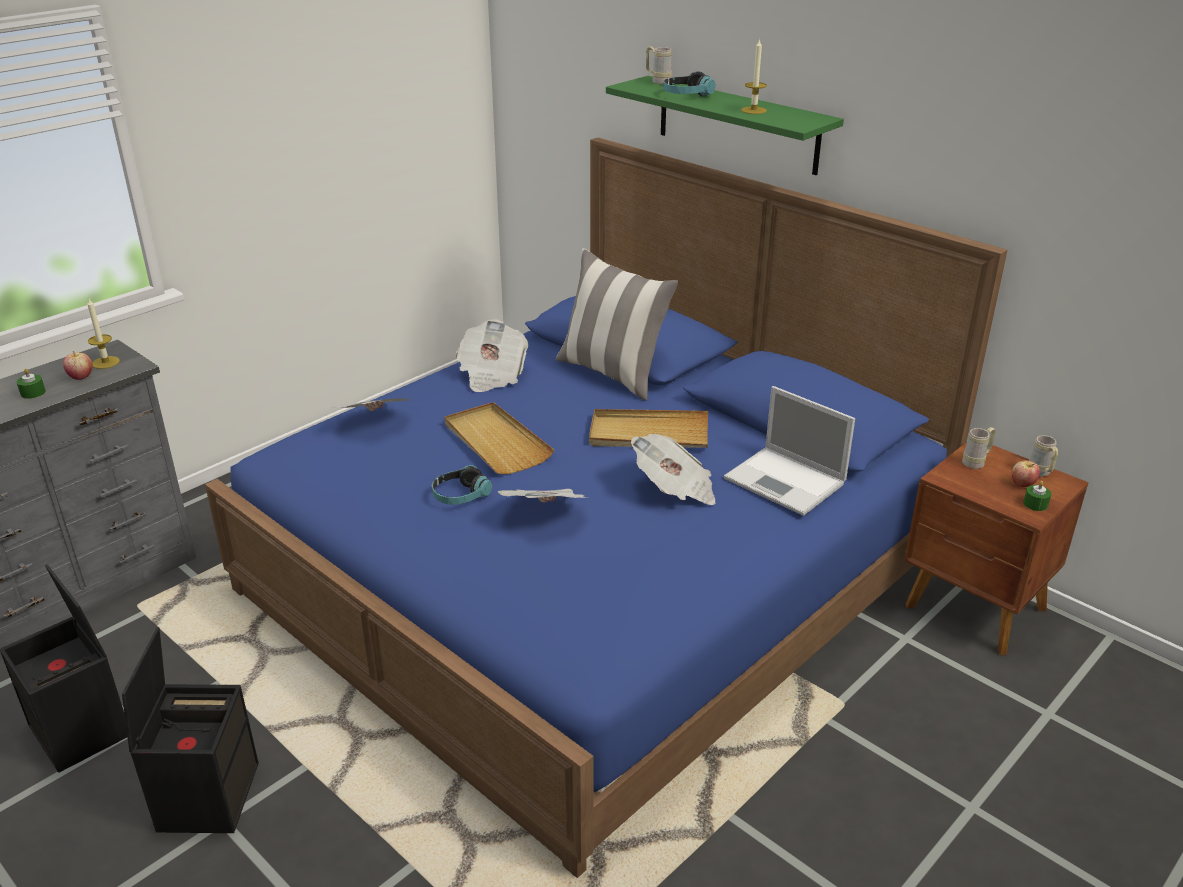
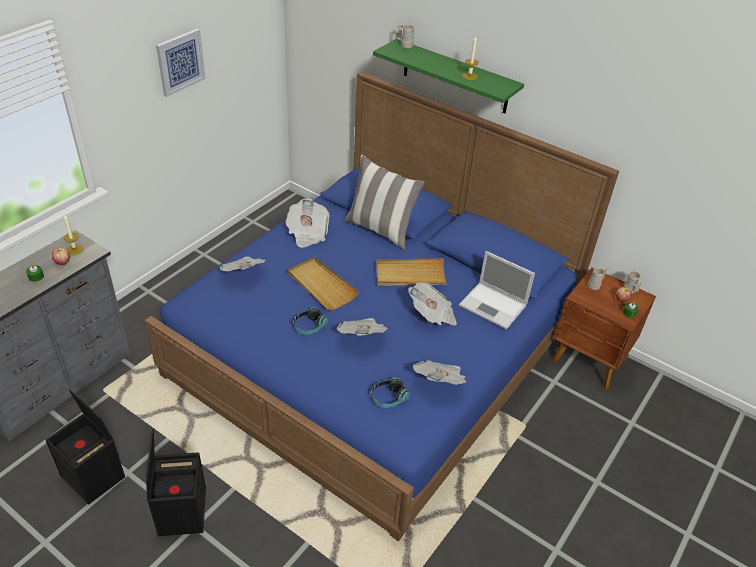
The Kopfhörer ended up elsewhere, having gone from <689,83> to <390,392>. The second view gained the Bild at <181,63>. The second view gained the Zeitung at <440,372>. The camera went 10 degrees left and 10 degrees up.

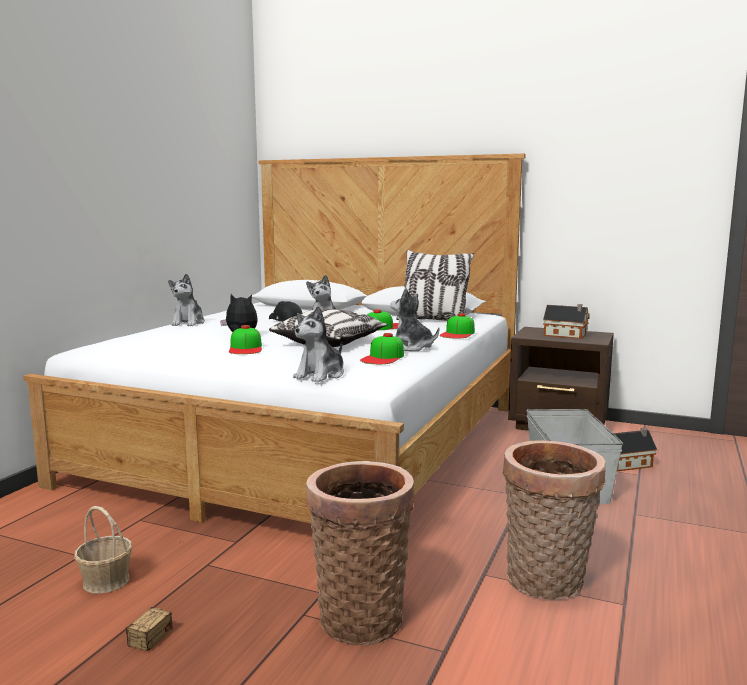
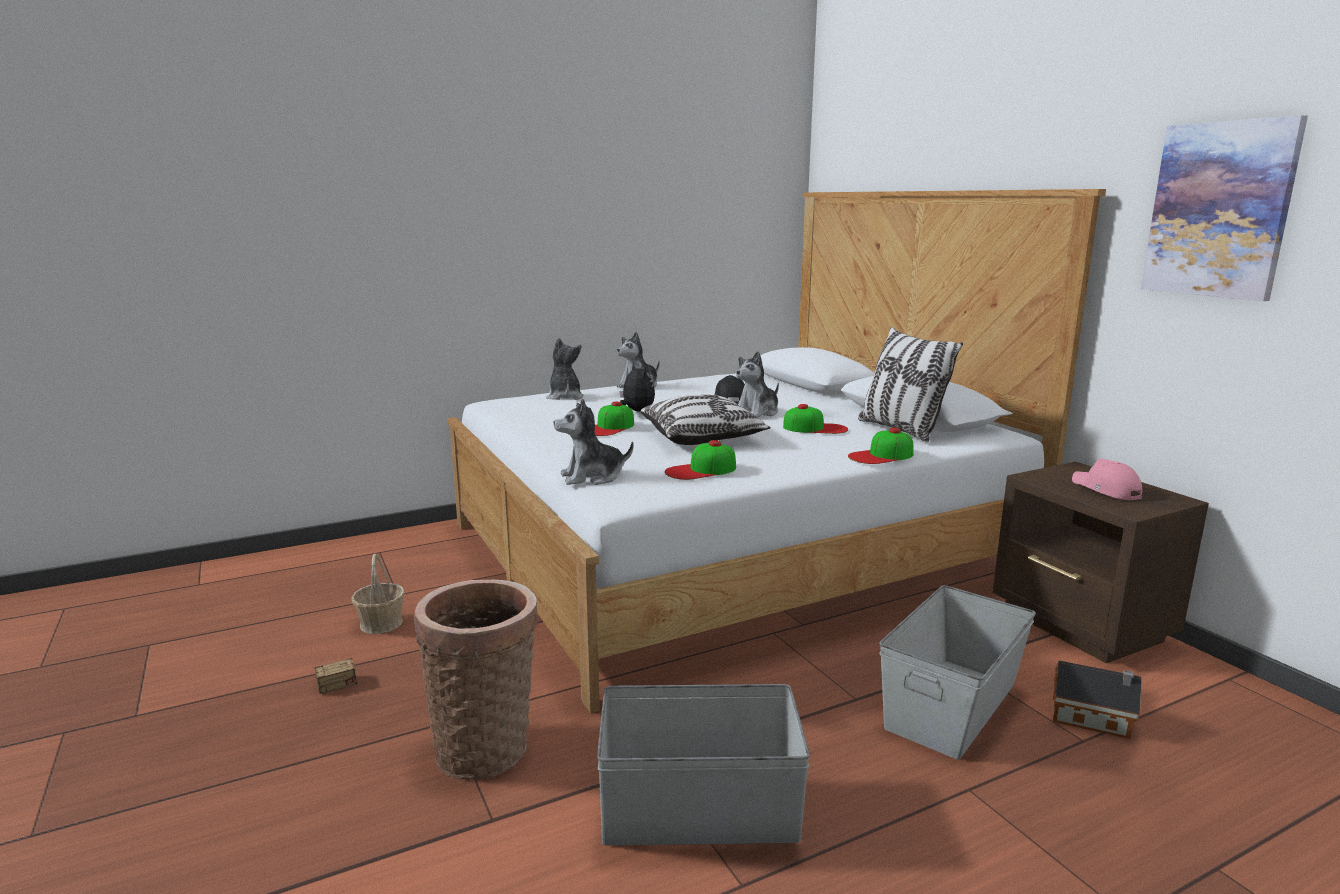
The Plüschtier ended up elsewhere, having gone from <414,319> to <565,369>. Where the Korb stood at <554,520>, the Aufbewahrungsbox (grau) came to stand at <703,765>. Where the Spielzeughaus stood at <566,321>, the Kappe (rosa) came to stand at <1107,479>. The second view gained the Bild at <1224,208>. The camera went 40 degrees right and 5 degrees up.

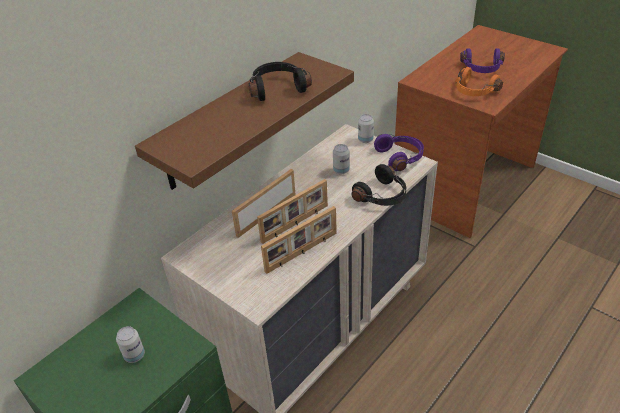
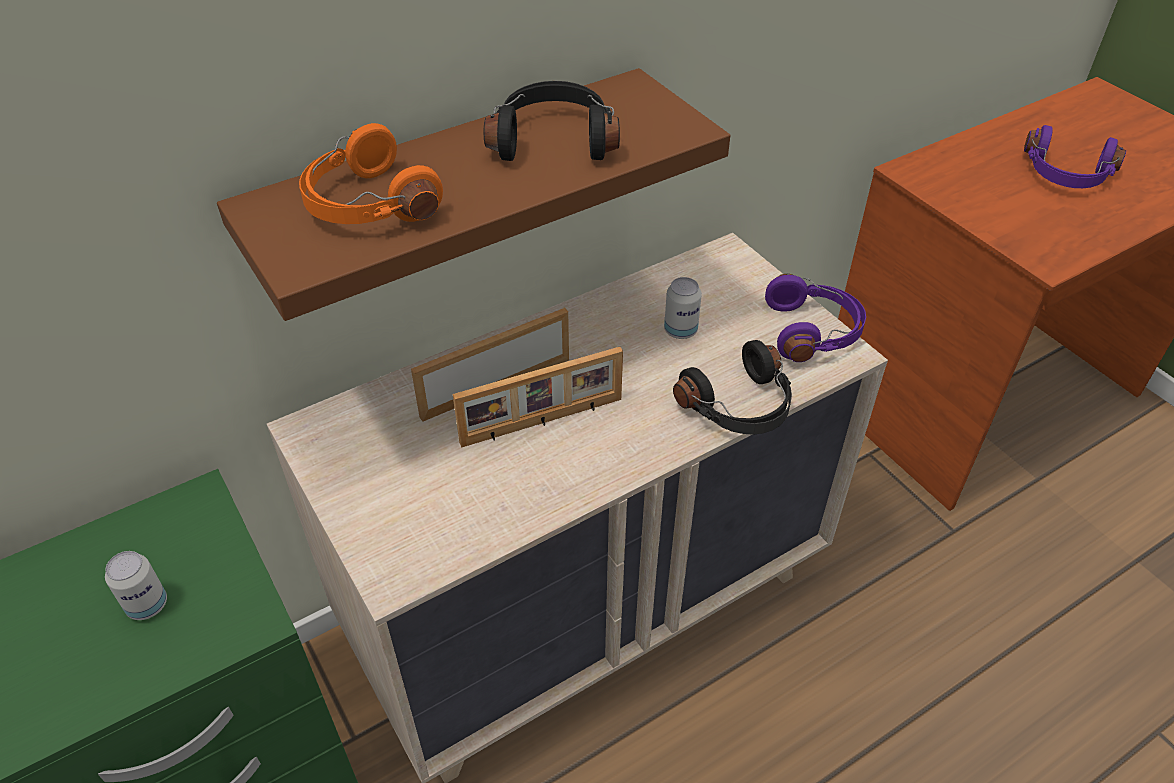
The second view lost the Bilderrahmen at <299,240>. The second view lost the Dose at <366,128>. The Kopfhörer (orange) ended up elsewhere, having gone from <479,81> to <371,173>. The camera went 15 degrees right and 5 degrees up.

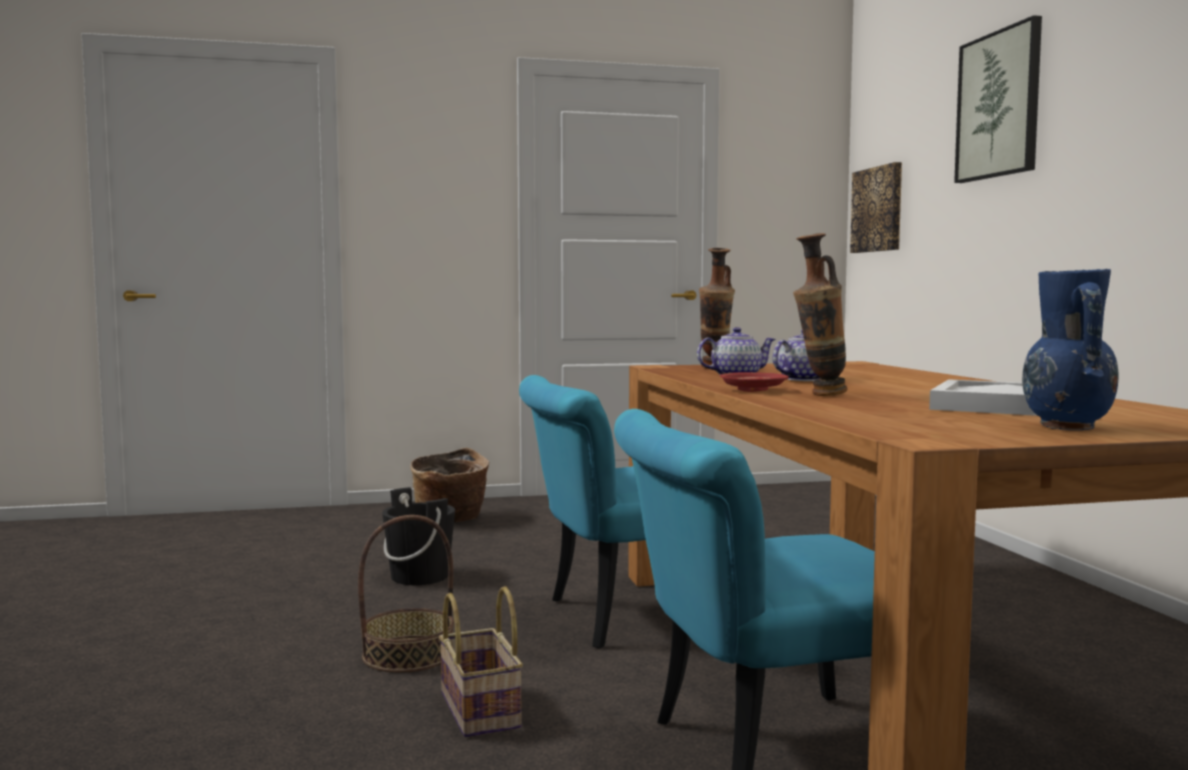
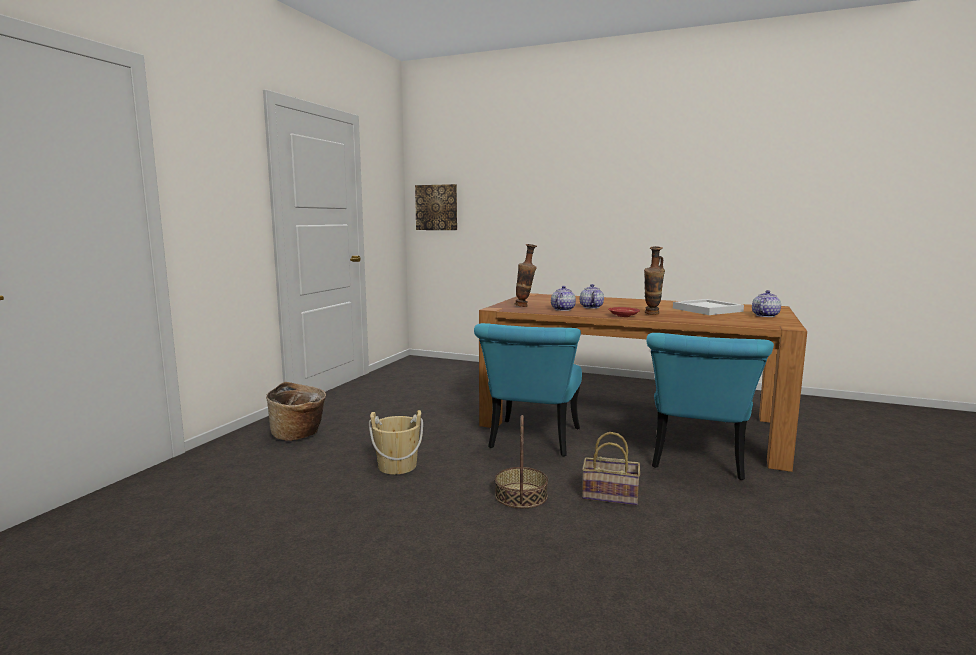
What was the Eimer (schwarz) at <418,536> turned into the Eimer (beige) at <396,442>. The second view lost the Bild at <998,99>. Where the Vase (blau) stood at <1070,349>, the Teekanne came to stand at <766,303>. The camera went 55 degrees left and 5 degrees up.

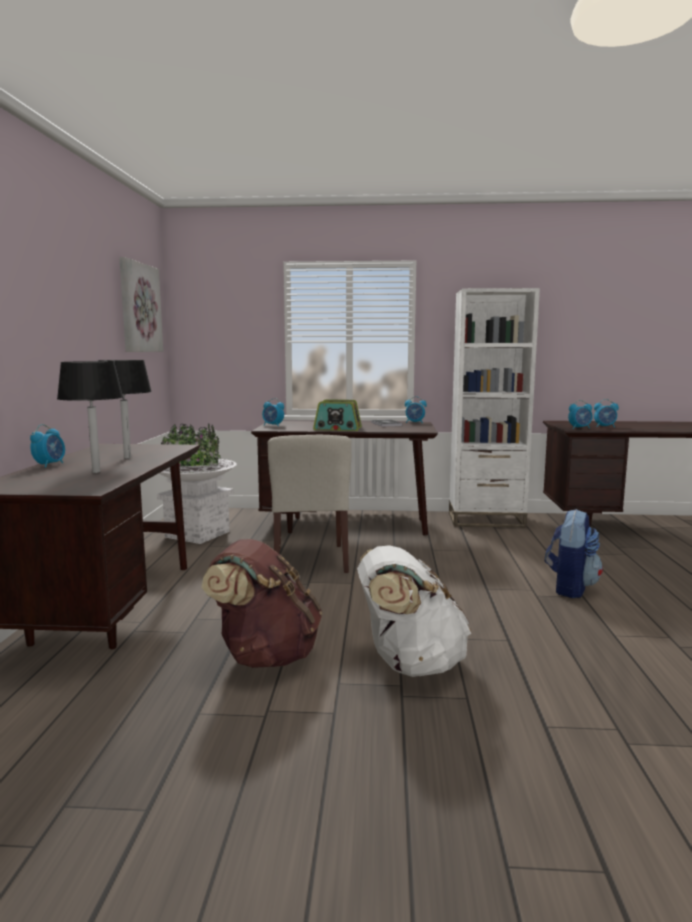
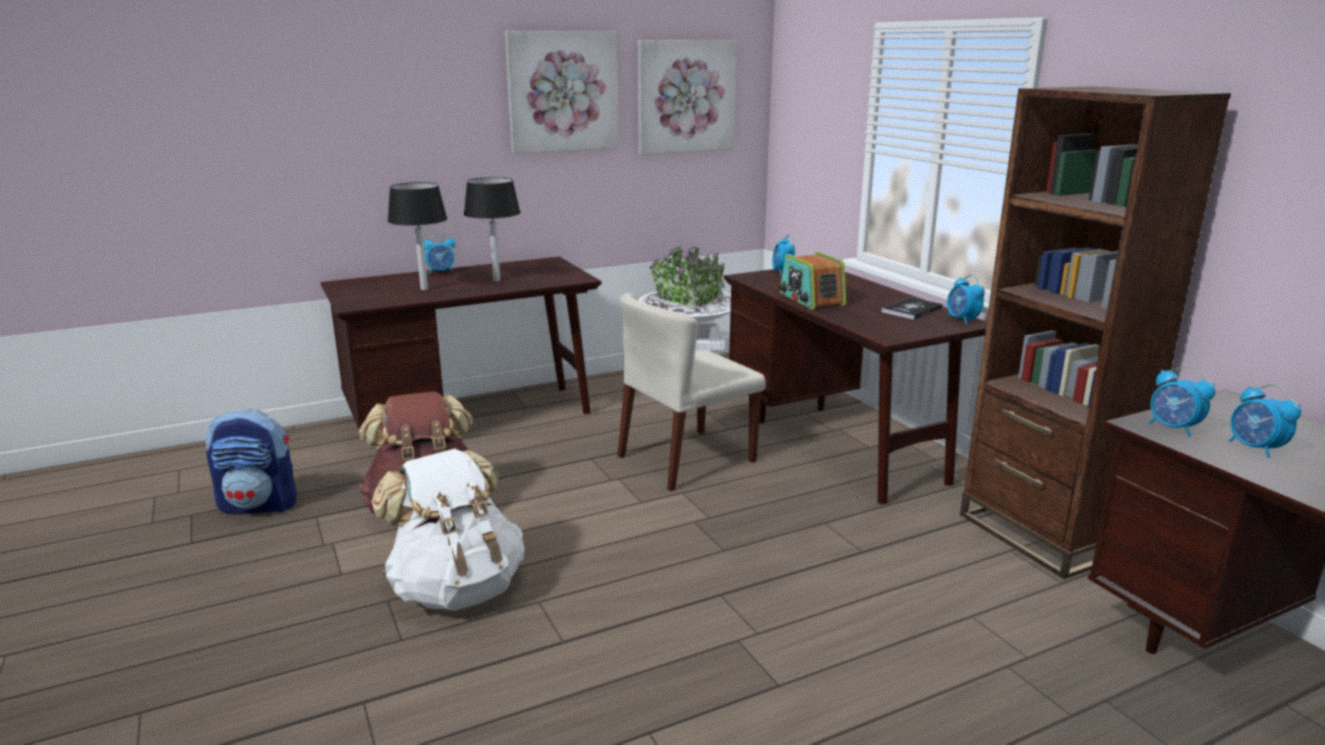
What was the Bücherregal (weiß) at <494,408> turned into the Bücherregal (braun) at <1095,332>. The Rucksack ended up elsewhere, having gone from <574,553> to <251,461>. The second view gained the Bild at <562,92>. The camera went 60 degrees right and 10 degrees up.

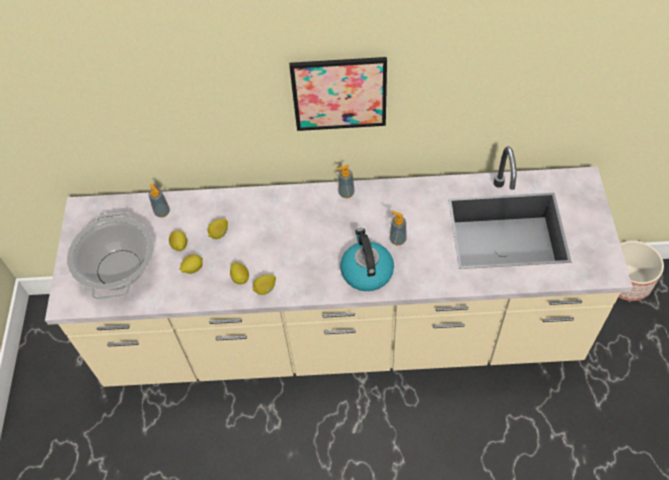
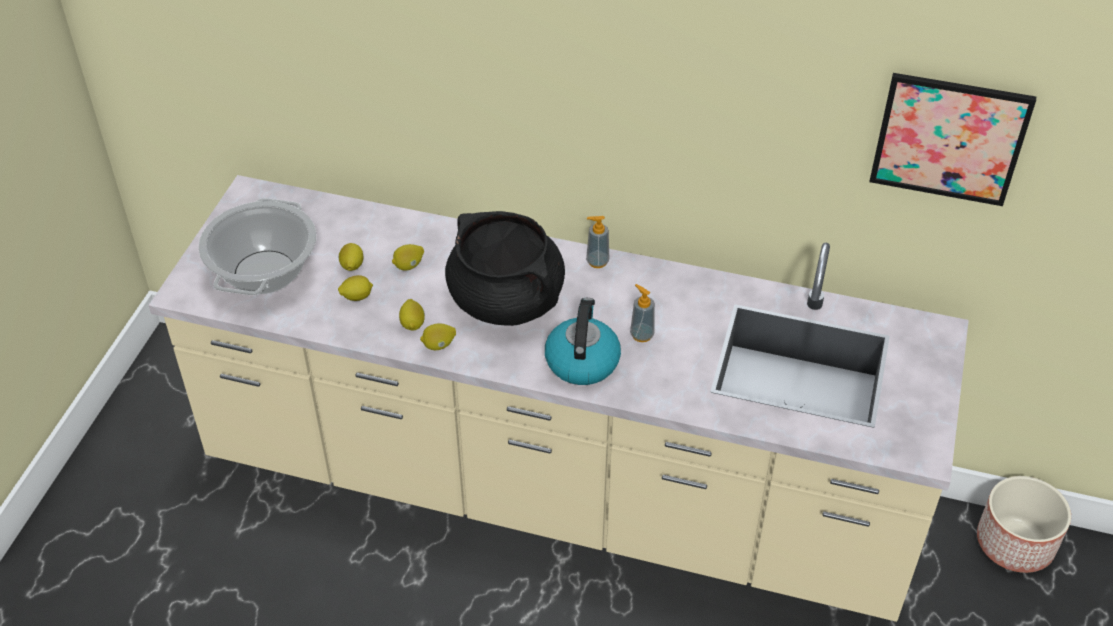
The second view lost the Seifenspender at <159,201>. The Bild ended up elsewhere, having gone from <338,94> to <952,139>. The second view gained the Kochtopf (schwarz) at <505,268>. The camera went 15 degrees right and 10 degrees down.

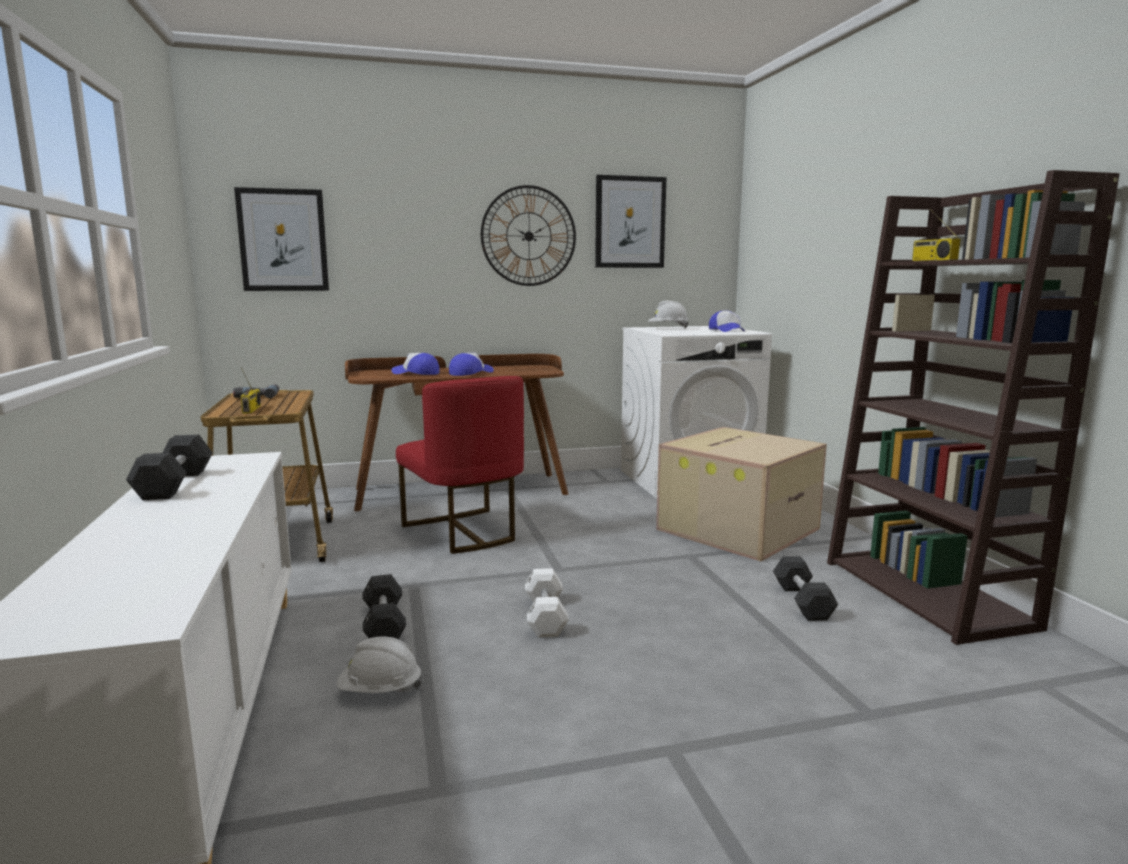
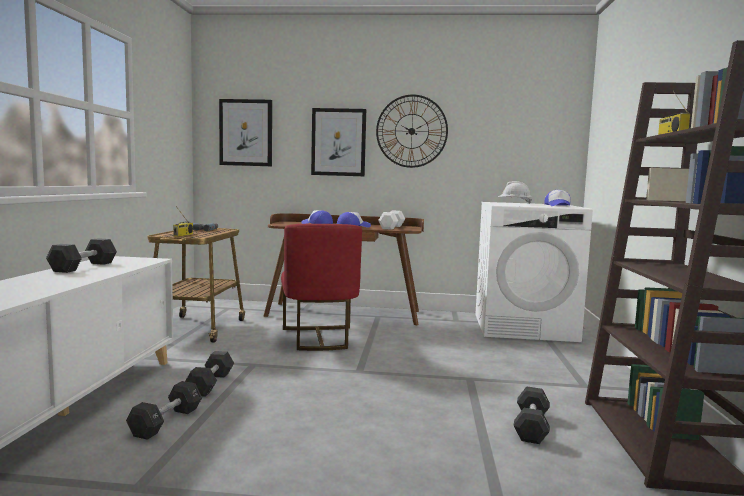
Where the Schutzhelm (weiß) stood at <380,665>, the Hantel (schwarz) came to stand at <164,410>. The Hantel (weiß) ended up elsewhere, having gone from <547,602> to <391,220>. The Bild ended up elsewhere, having gone from <631,221> to <338,142>. The second view lost the Karton at <741,494>. The camera went 20 degrees right and 5 degrees down.

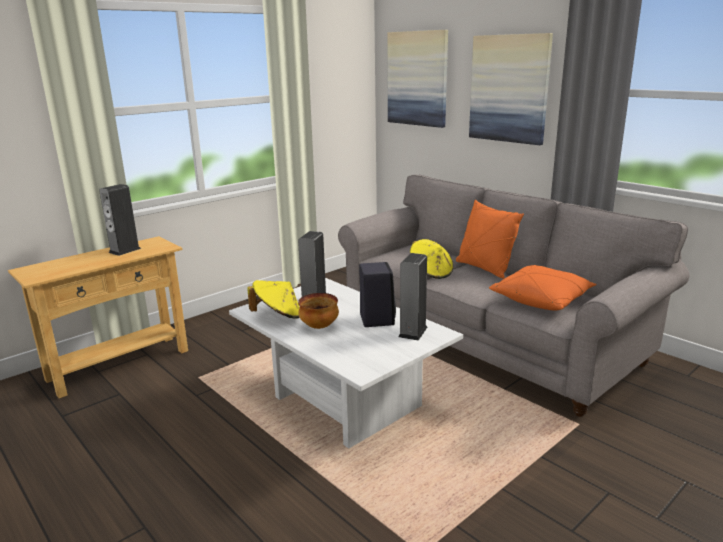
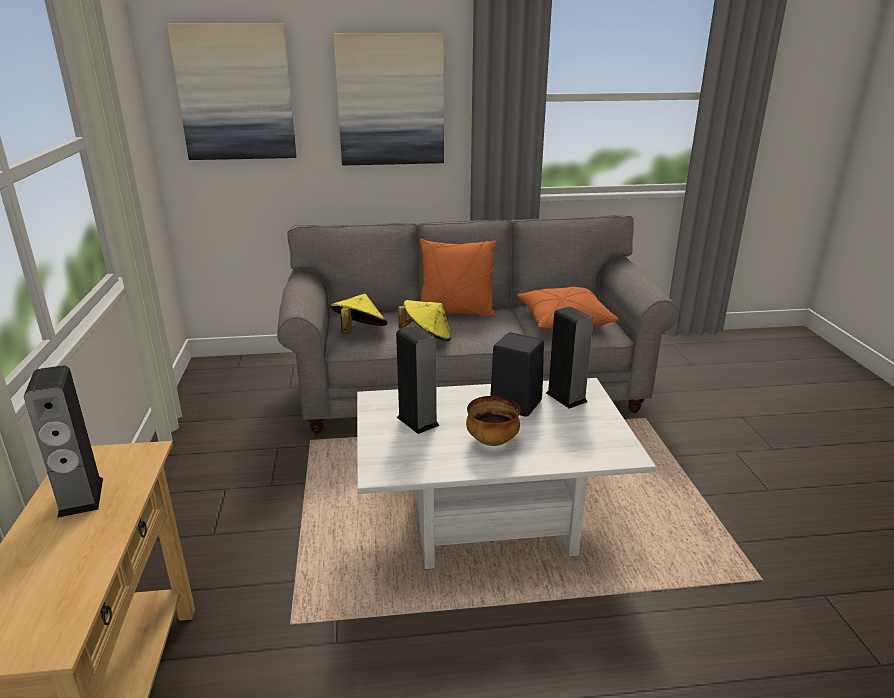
The Hut (gelb) ended up elsewhere, having gone from <273,299> to <358,314>. The camera went 55 degrees left and 5 degrees up.

